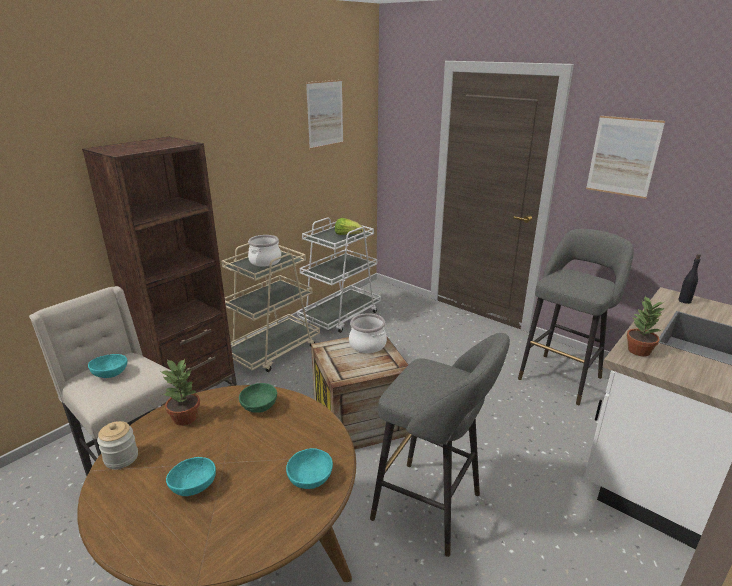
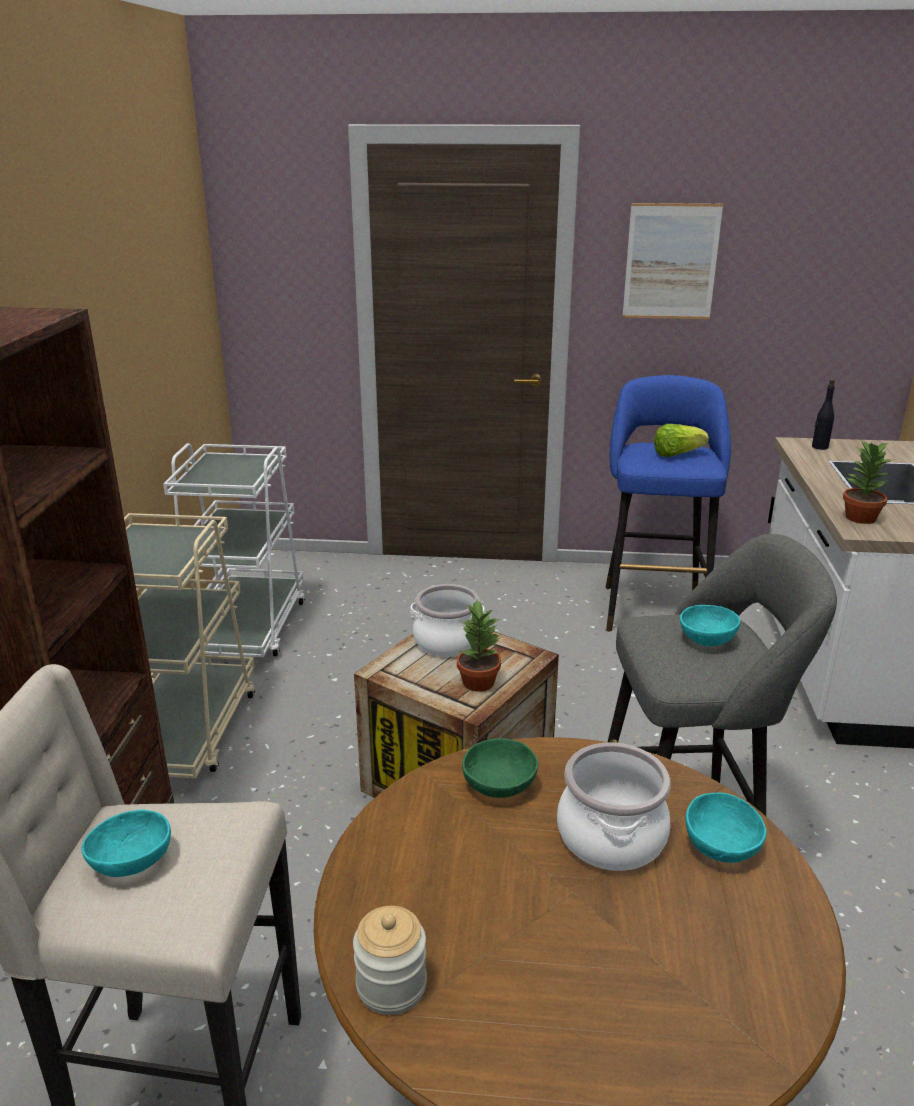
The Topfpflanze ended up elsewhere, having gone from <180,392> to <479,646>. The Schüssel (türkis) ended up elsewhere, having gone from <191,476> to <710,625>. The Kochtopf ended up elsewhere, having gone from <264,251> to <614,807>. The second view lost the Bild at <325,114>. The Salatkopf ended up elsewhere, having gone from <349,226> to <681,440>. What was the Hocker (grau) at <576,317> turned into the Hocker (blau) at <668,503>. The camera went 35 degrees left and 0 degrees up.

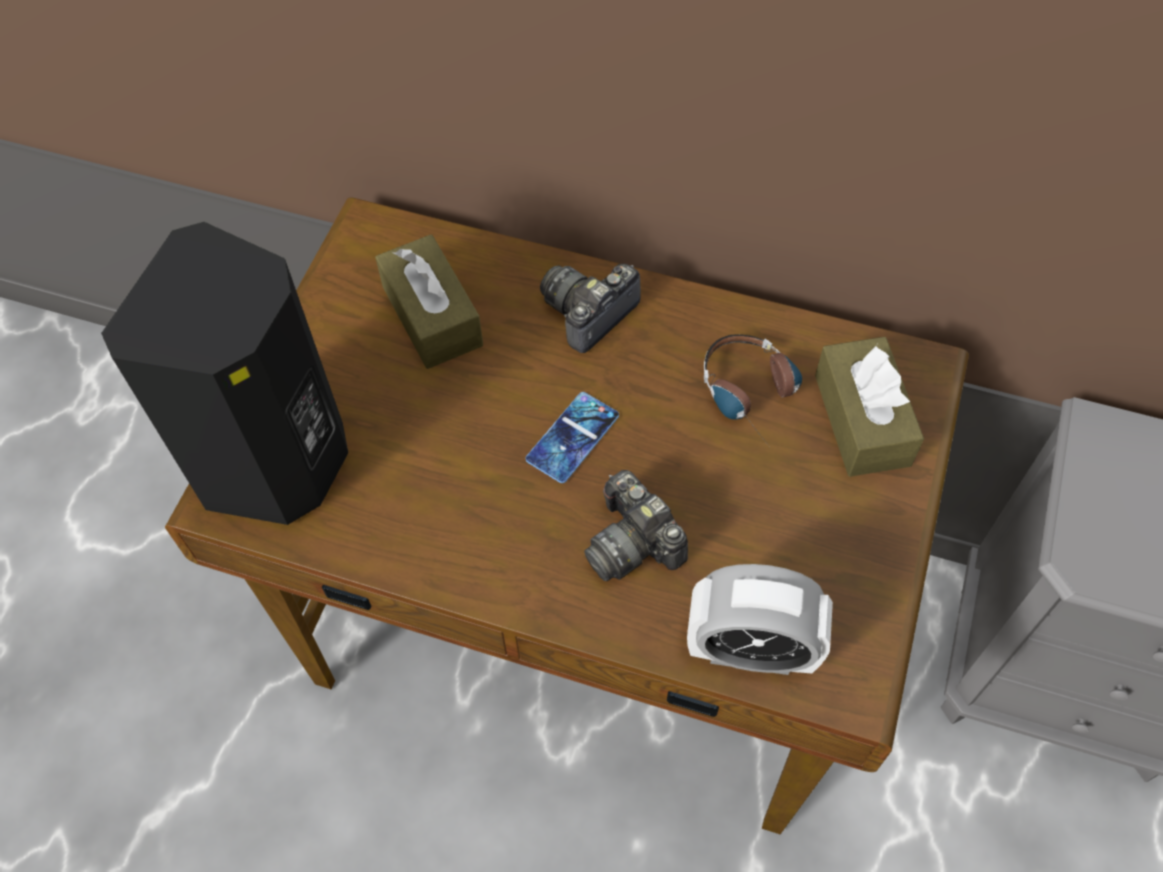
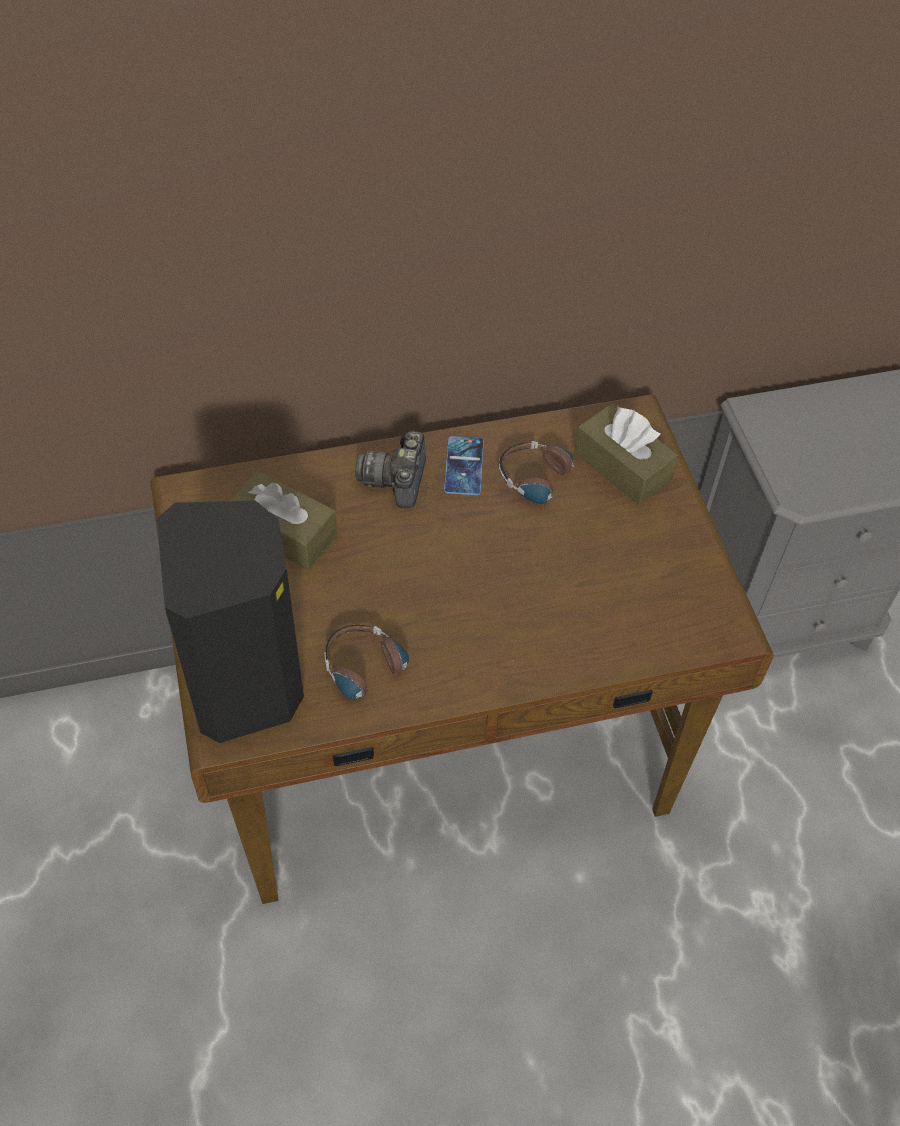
The Handy ended up elsewhere, having gone from <572,437> to <464,465>. The second view lost the Kamera at <636,525>. The second view lost the Wecker at <760,619>. The second view gained the Kopfhörer at <367,671>. The camera went 35 degrees left and 5 degrees down.

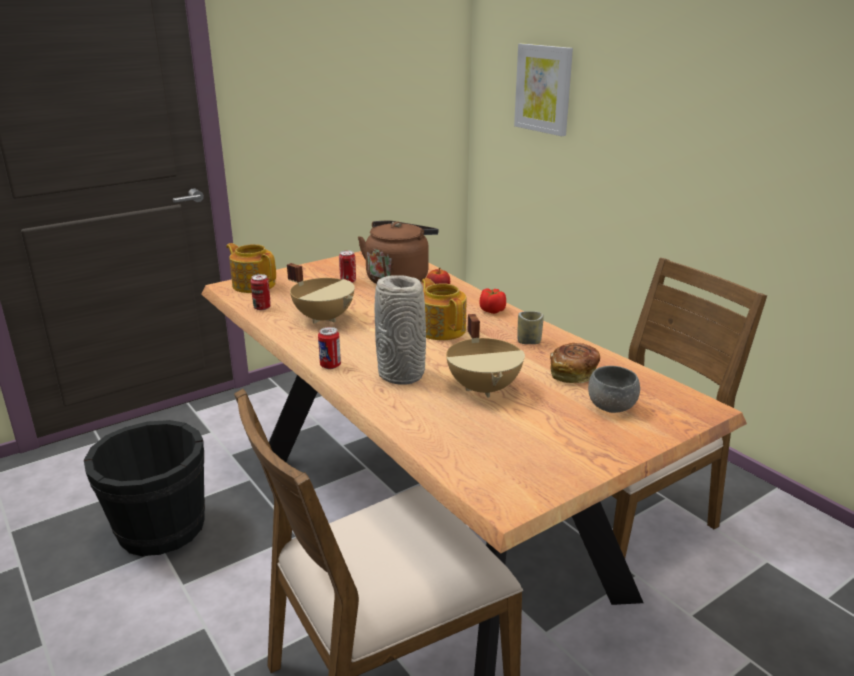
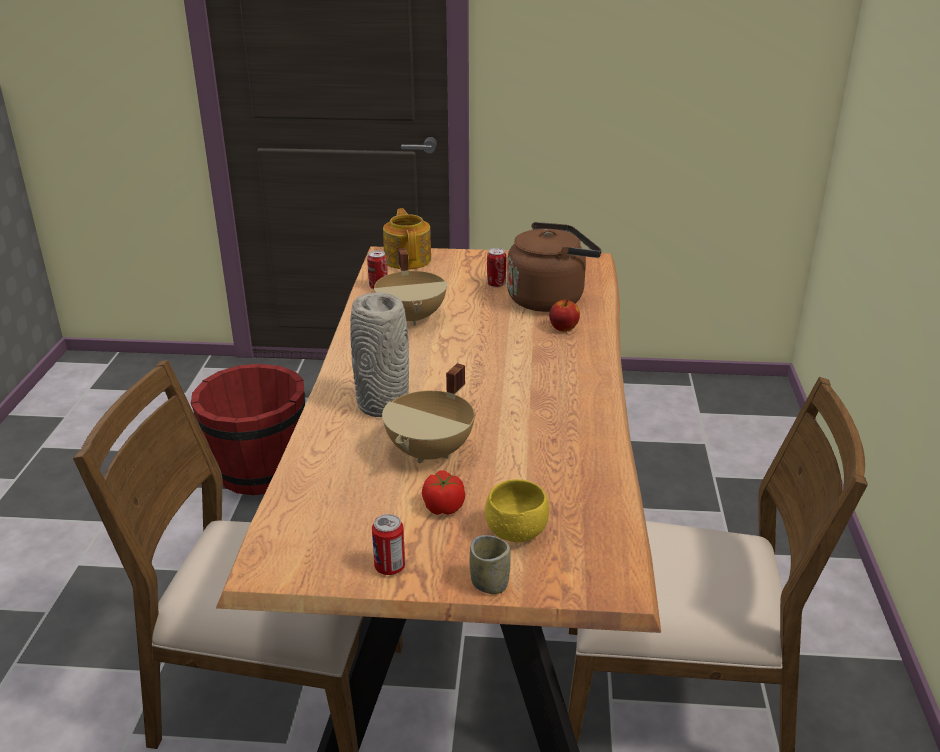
What was the Eimer (schwarz) at <144,488> turned into the Eimer (rot) at <248,429>. The Dose ended up elsewhere, having gone from <329,348> to <388,544>. The second view lost the Teekanne at <444,309>. The Tomate ended up elsewhere, having gone from <493,301> to <443,492>. The second view lost the Bild at <543,89>. The Tasse ended up elsewhere, having gone from <530,327> to <490,564>. The second view lost the Brot at <575,363>. What was the Schüssel (grau) at <614,389> turned into the Schüssel (gelb) at <517,510>. The camera went 40 degrees right and 5 degrees up.

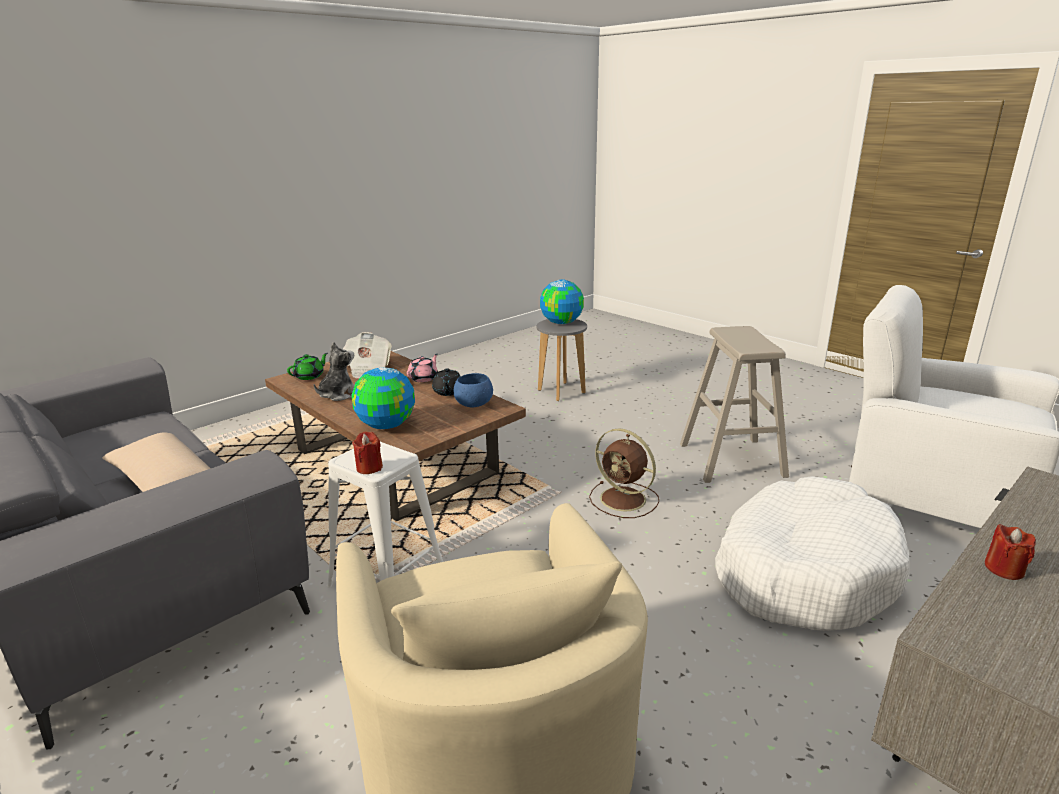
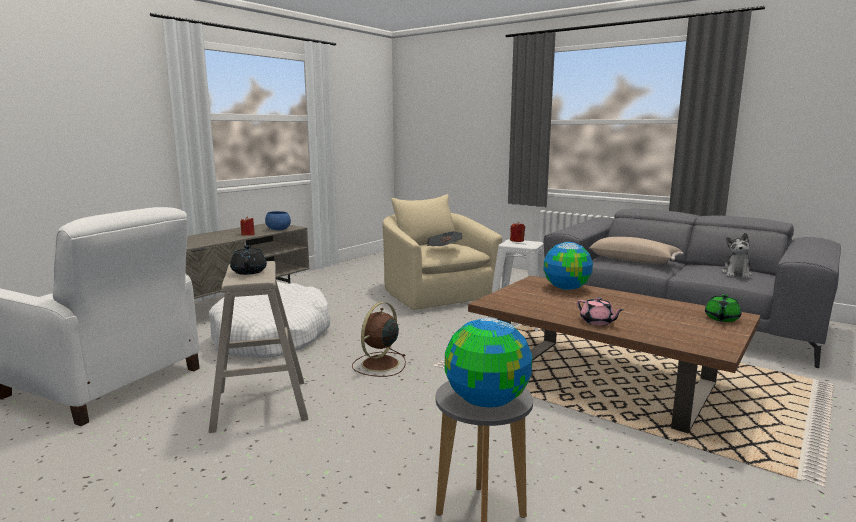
The Plüschtier ended up elsewhere, having gone from <334,371> to <736,255>. The Zeitung ended up elsewhere, having gone from <367,355> to <444,238>. The Teekanne (rosa) at <422,368> ended up facing another way, 60 degrees counterclockwise from before. The Teekanne (schwarz) ended up elsewhere, having gone from <446,382> to <248,260>. The Schüssel (blau) ended up elsewhere, having gone from <473,390> to <278,220>. The Ventilator (braun) at <624,473> ended up facing another way, 90 degrees counterclockwise from before. The camera went 170 degrees right and 10 degrees down.

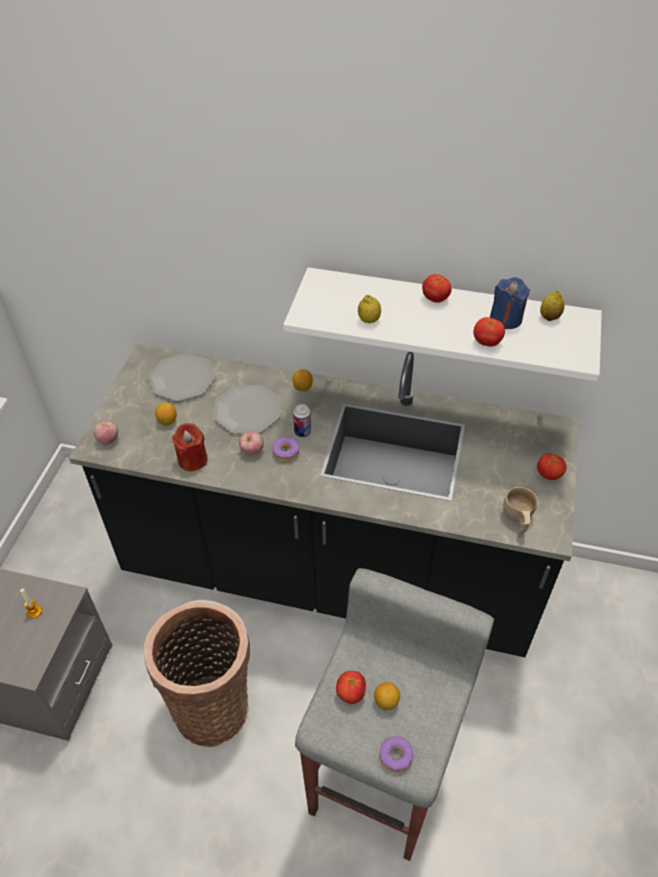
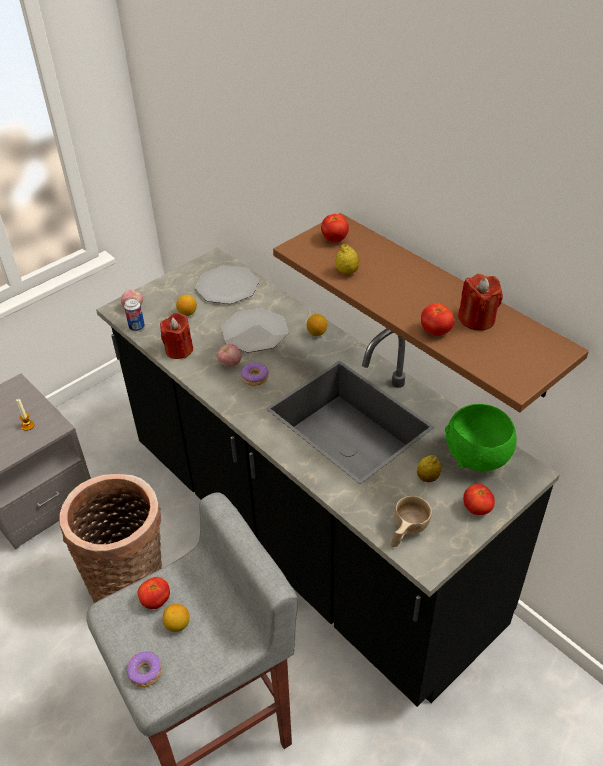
What was the Wandregal (weiß) at <442,324> turned into the Wandregal (braun) at <431,312>. The Dose ended up elsewhere, having gone from <302,420> to <134,314>. The Tomate ended up elsewhere, having gone from <437,288> to <335,228>. What was the Kerze (blau) at <510,303> turned into the Kerze (rot) at <480,302>. The Zitrone ended up elsewhere, having gone from <552,306> to <429,468>. The second view gained the Schüssel (grün) at <481,437>. The camera went 35 degrees right and 5 degrees down.

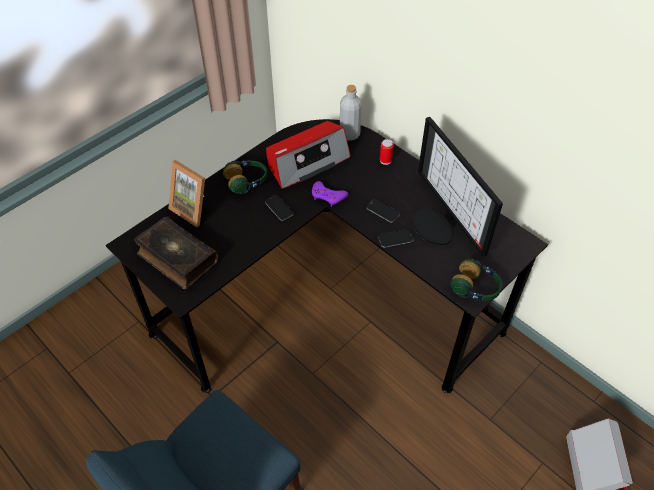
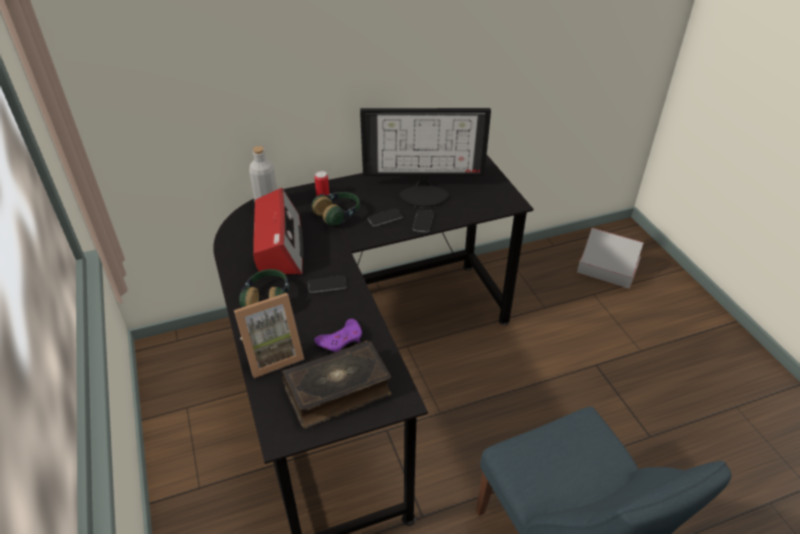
The Gamepad (lila) ended up elsewhere, having gone from <330,193> to <338,335>. The Kopfhörer ended up elsewhere, having gone from <476,279> to <335,209>. The camera went 65 degrees left and 10 degrees down.

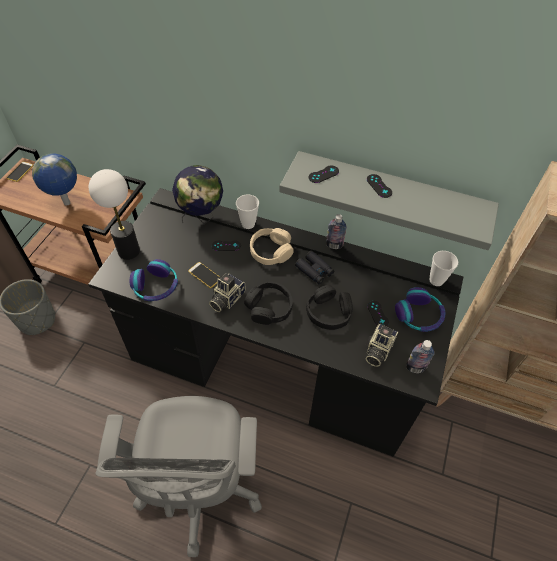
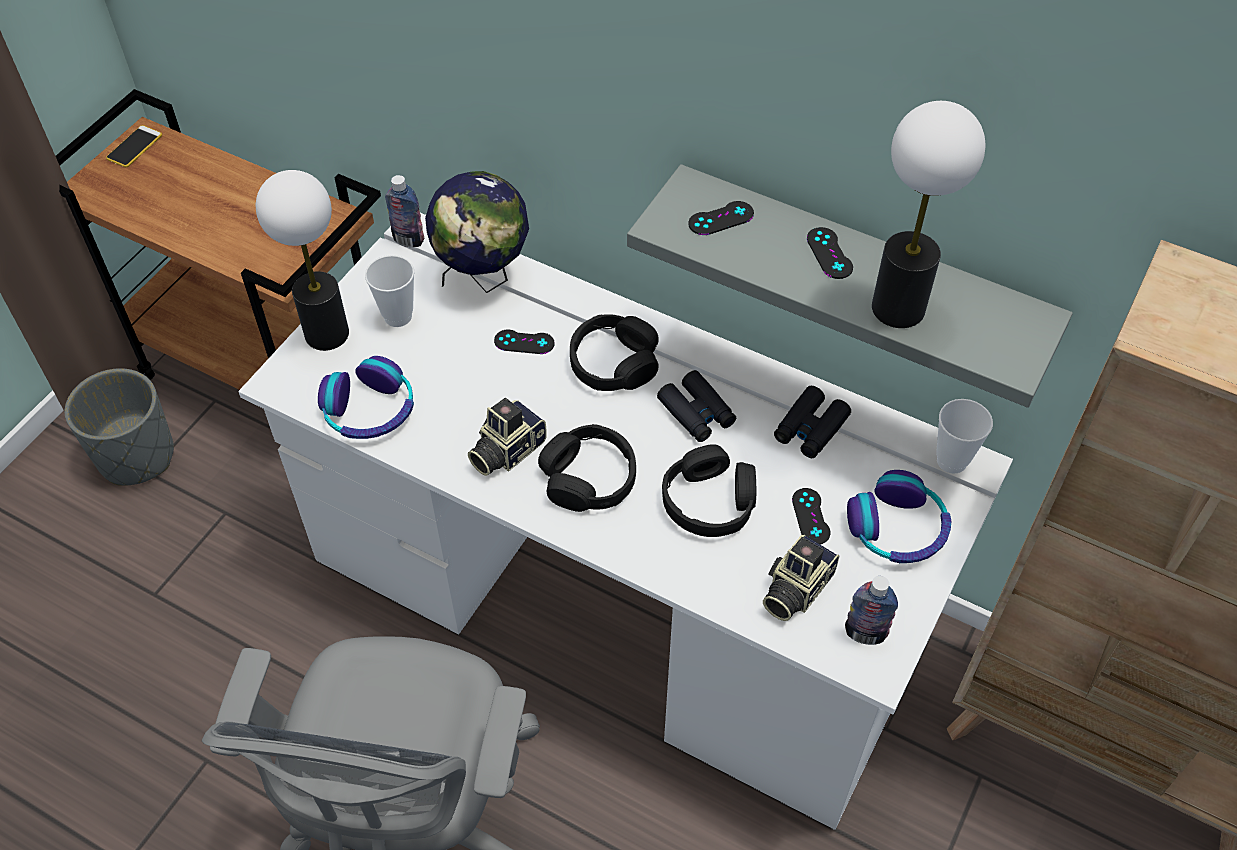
The second view lost the Globus at <54,179>. What was the Schreibtisch (schwarz) at <275,322> turned into the Schreibtisch (weiß) at <625,521>. The second view lost the Handy at <204,275>. The Tasse ended up elsewhere, having gone from <247,212> to <389,291>. What was the Kopfhörer (beige) at <272,246> turned into the Kopfhörer (schwarz) at <614,352>. The Flasche ended up elsewhere, having gone from <336,231> to <404,211>. The second view gained the Fernglas (schwarz) at <812,422>. The second view gained the Tischlampe at <929,214>. The camera went 10 degrees right and 0 degrees up.

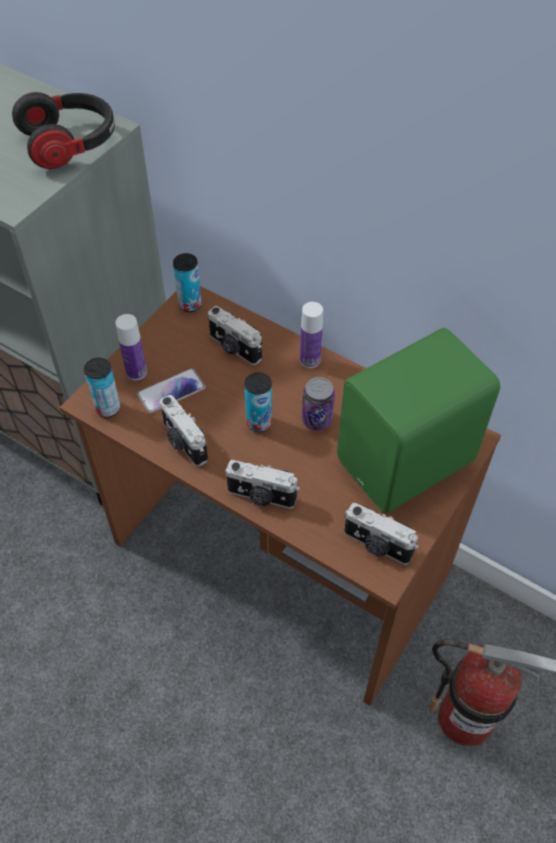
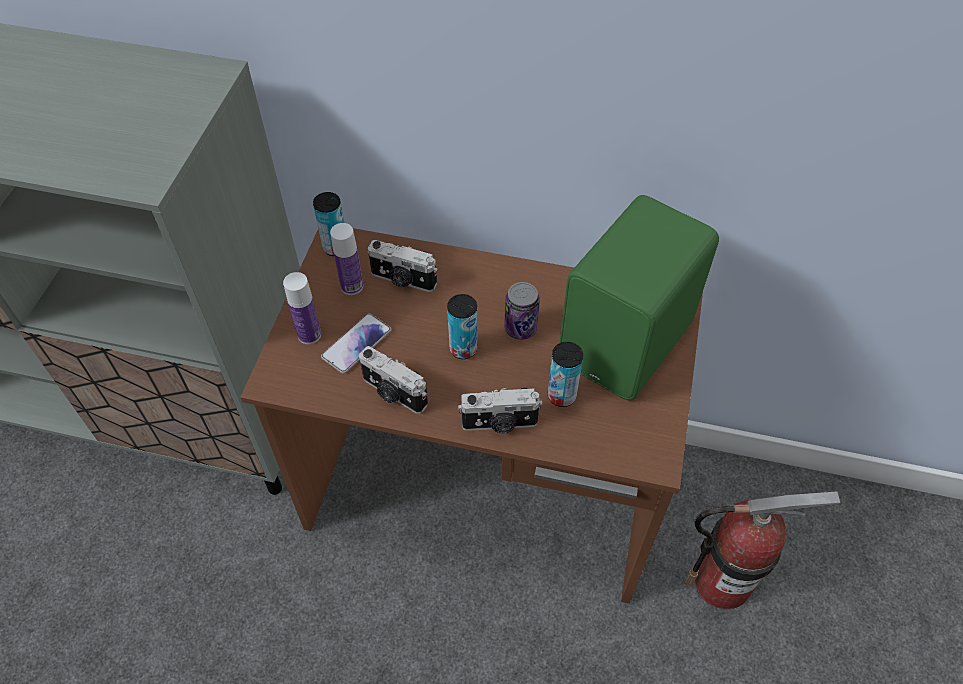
The second view lost the Kopfhörer at <63,130>. The Dose ended up elsewhere, having gone from <102,388> to <565,374>. The Flasche ended up elsewhere, having gone from <311,335> to <346,259>. The second view lost the Kamera at <381,534>. The camera went 20 degrees left and 0 degrees up.

